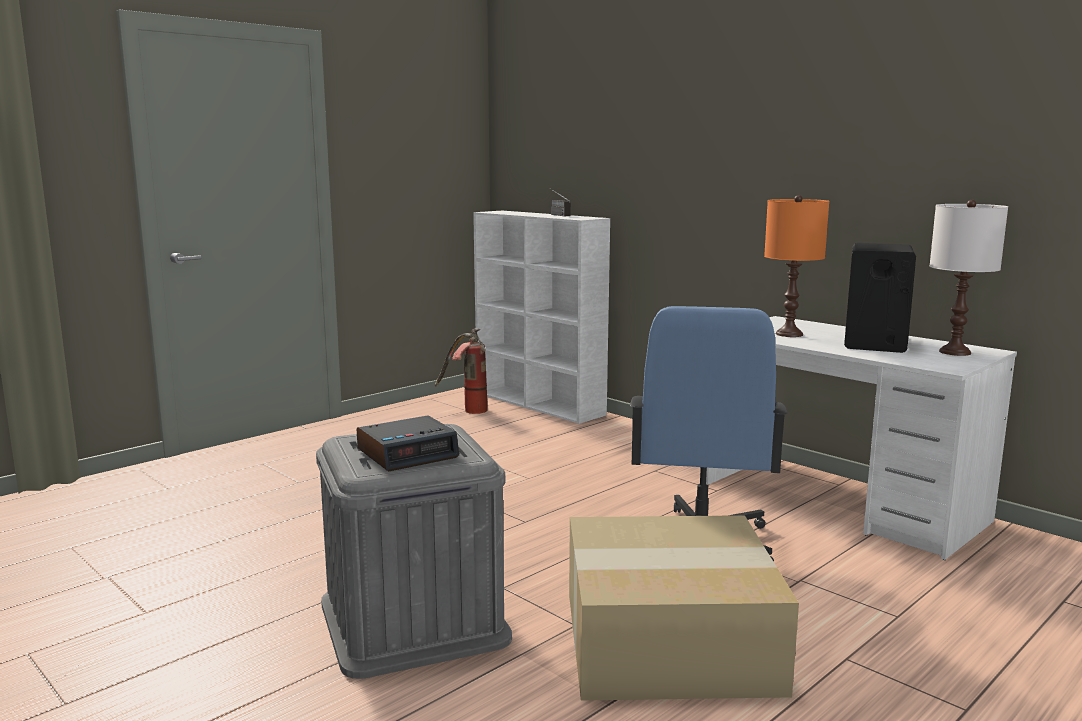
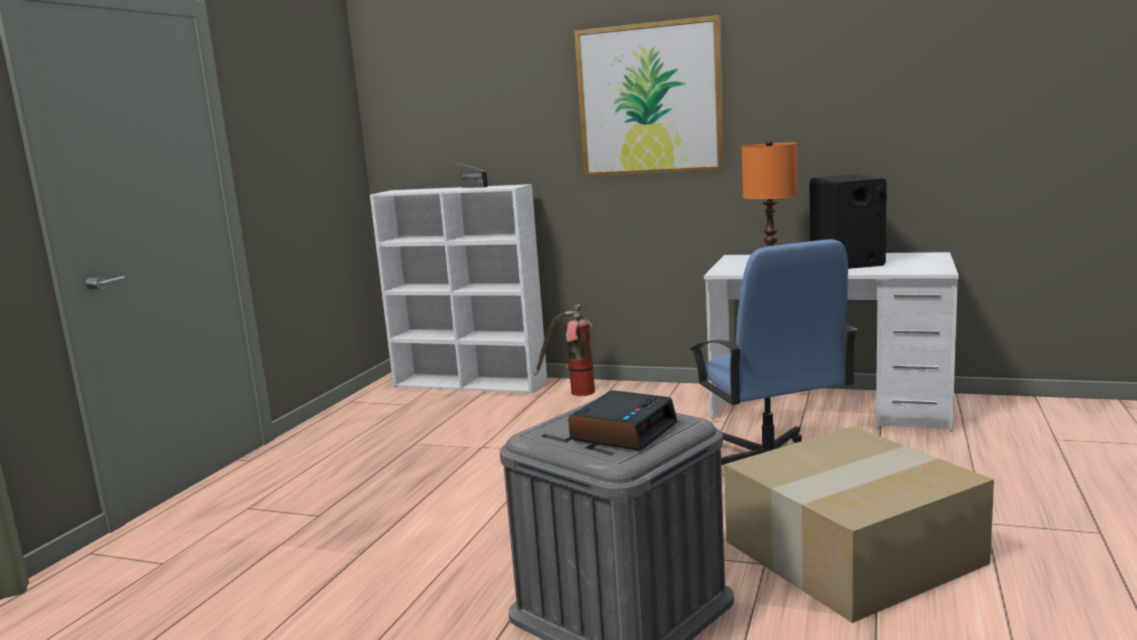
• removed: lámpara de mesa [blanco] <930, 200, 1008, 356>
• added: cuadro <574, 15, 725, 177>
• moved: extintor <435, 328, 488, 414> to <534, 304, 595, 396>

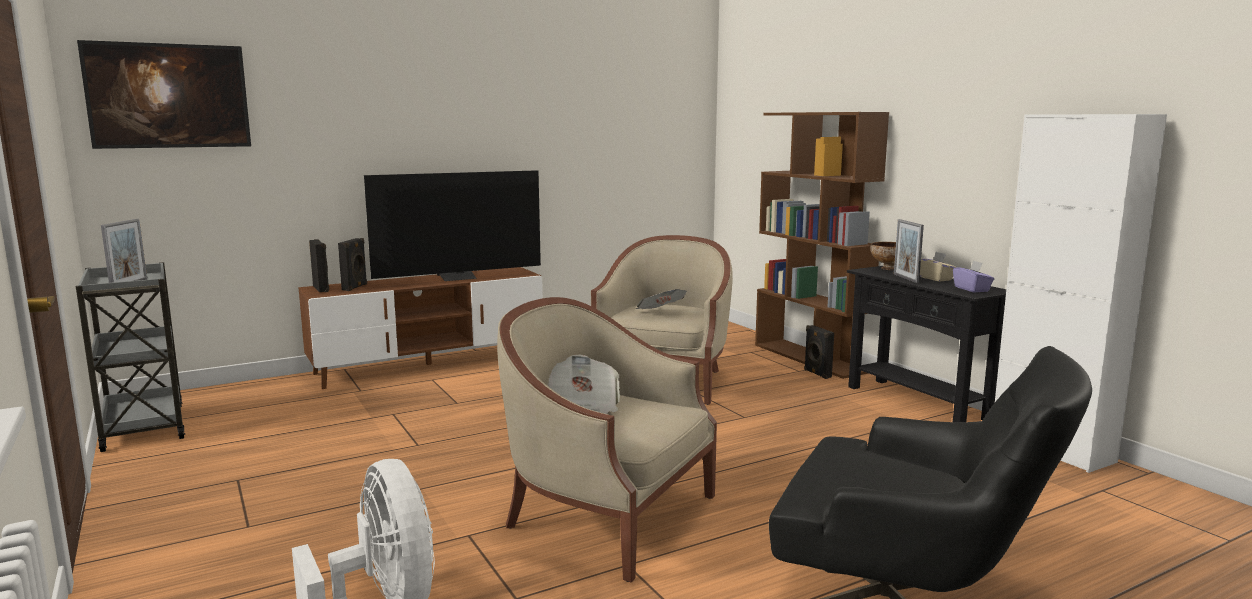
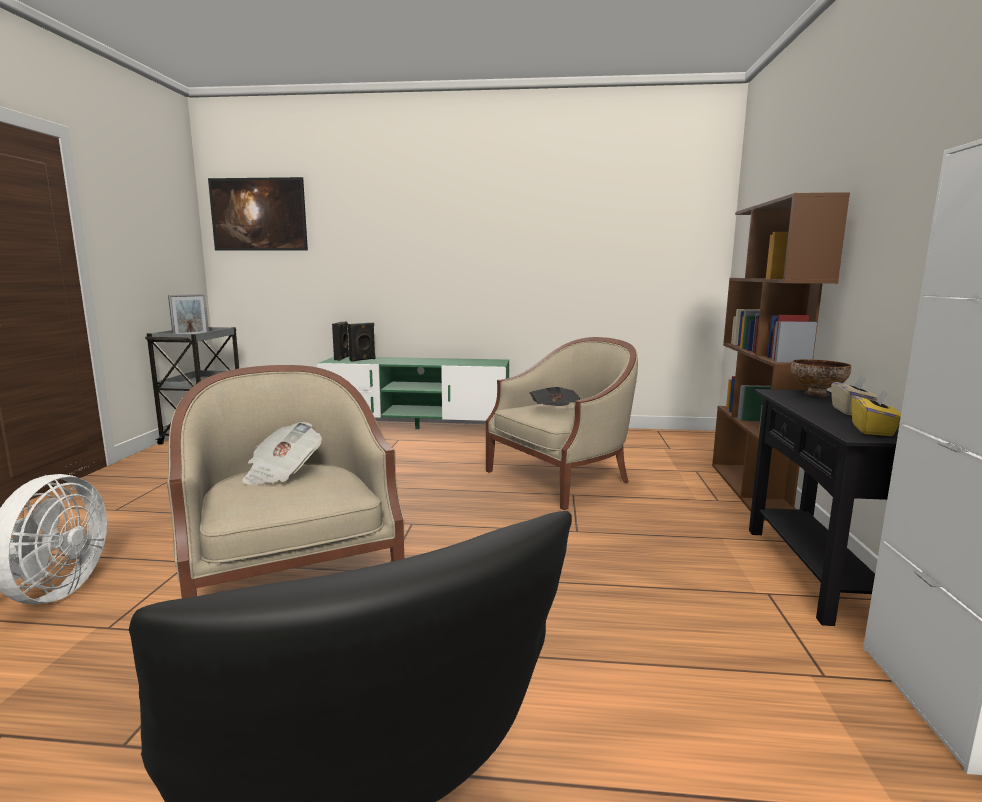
• removed: televisor <364, 170, 541, 281>
• removed: altavoz [negro] <804, 325, 834, 379>
• removed: portarretratos <894, 219, 924, 283>
• recoloured: mueble de televisión [marrón] <299, 267, 543, 389> to mueble de televisión [verde] <317, 357, 509, 429>
• recoloured: caja de pañuelos [morado] <953, 260, 994, 292> to caja de pañuelos [amarillo] <852, 389, 901, 436>

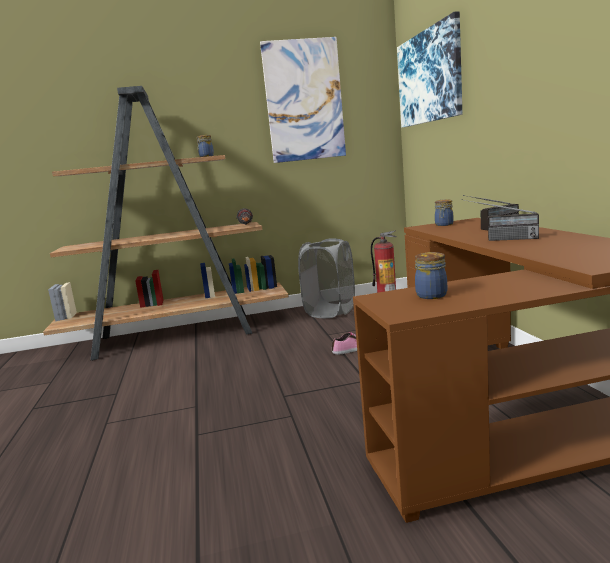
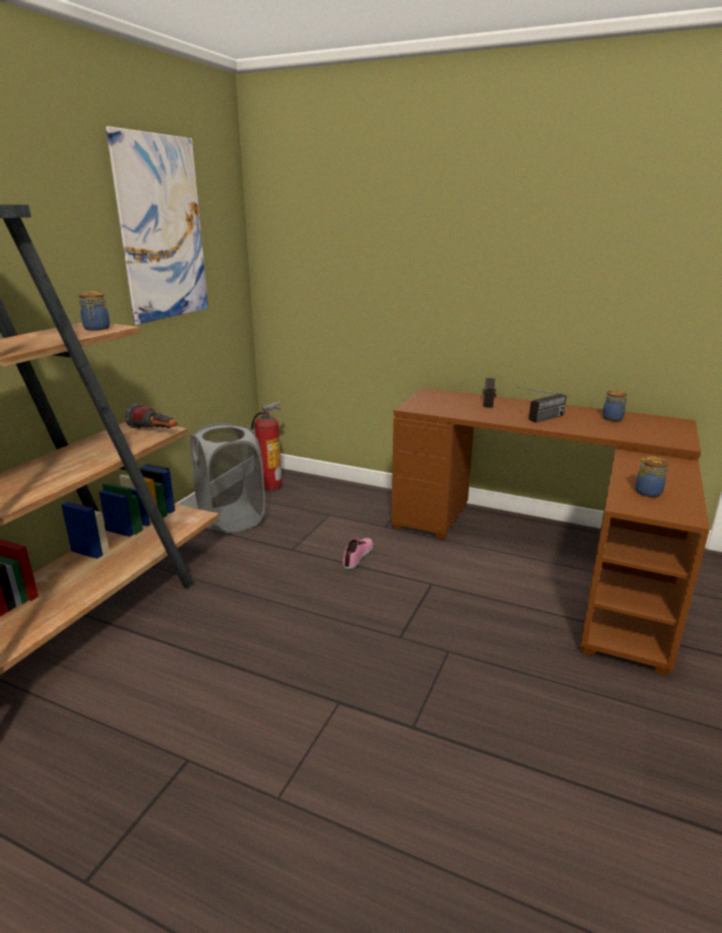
• removed: cuadro <397, 11, 462, 127>
• moved: tarro <435, 199, 454, 226> to <603, 390, 628, 421>

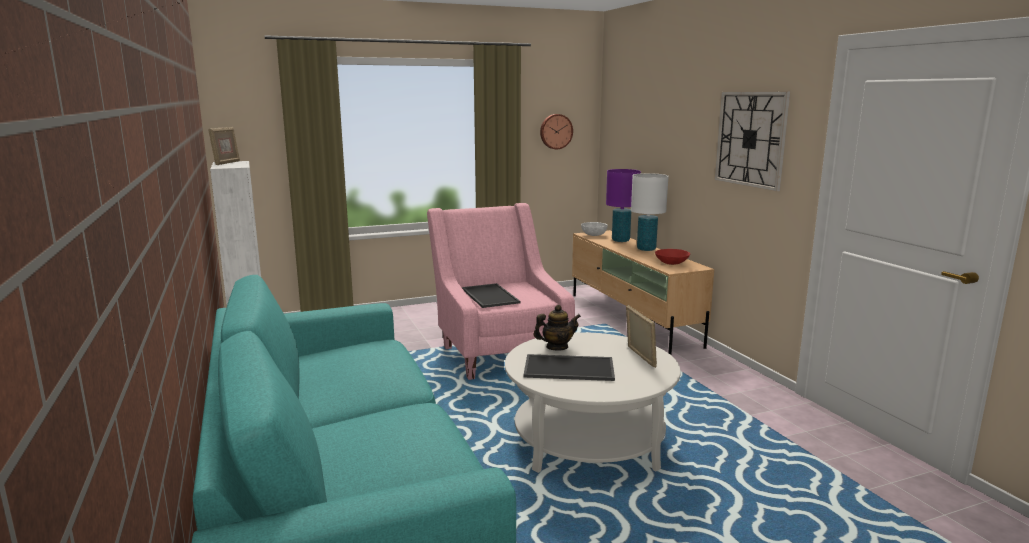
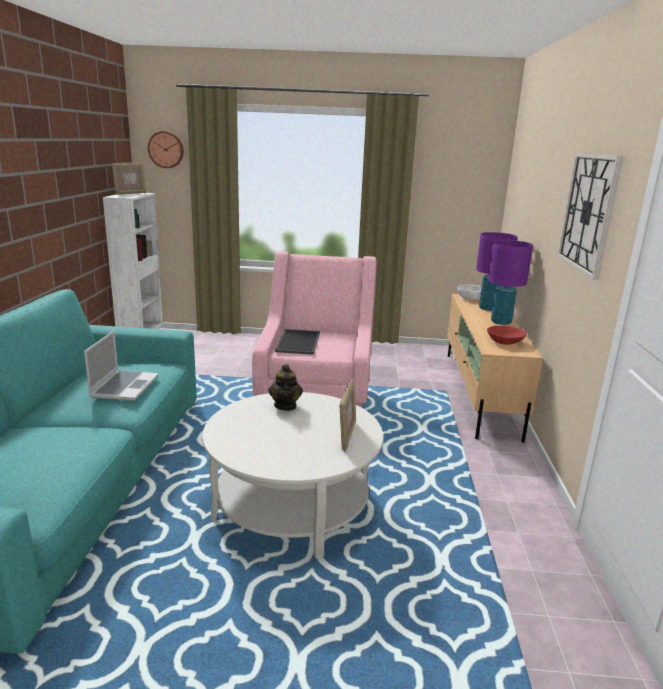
• removed: bandeja <524, 354, 615, 381>
• added: portátil <84, 331, 159, 401>
• moved: reloj de pared <540, 114, 573, 149> to <148, 131, 184, 168>
• recoloured: lámpara de mesa [blanco] <631, 173, 669, 251> to lámpara de mesa [morado] <488, 240, 533, 325>
• turned: tetera <533, 305, 581, 351> = <268, 364, 303, 411> 75 degrees clockwise

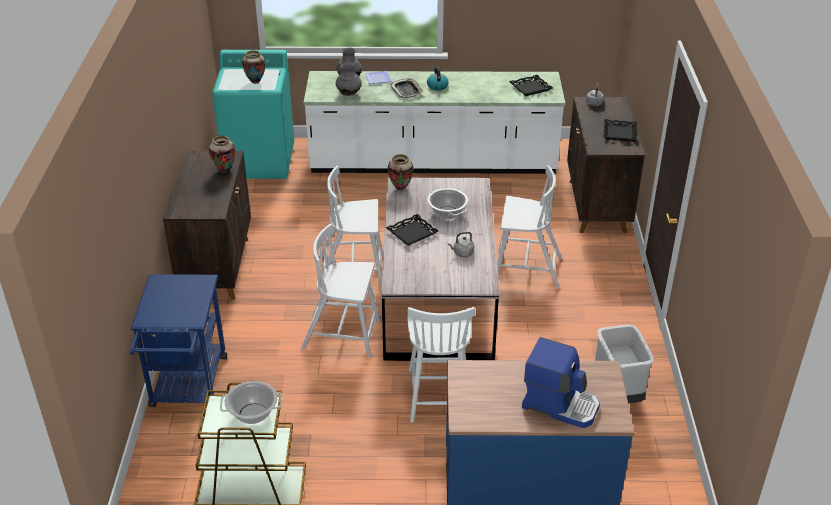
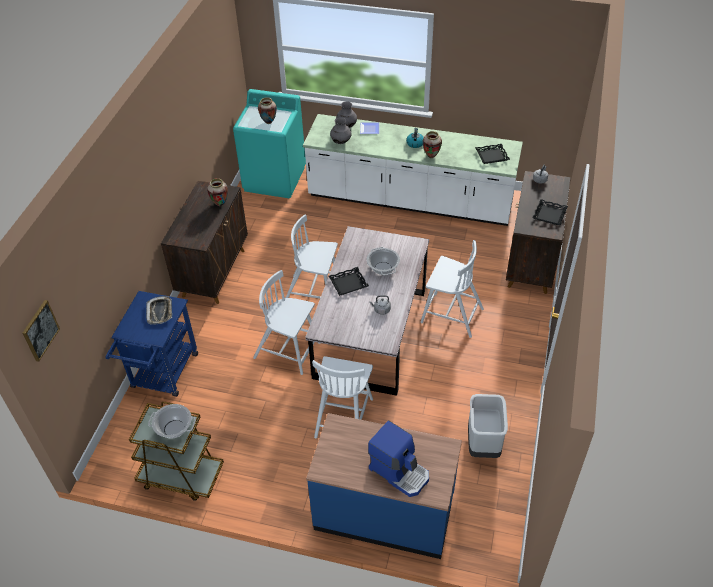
• added: cuadro <23, 300, 60, 362>
• moved: florero <388, 154, 413, 190> to <423, 131, 442, 158>
• moved: bandeja <390, 79, 424, 98> to <146, 296, 172, 325>

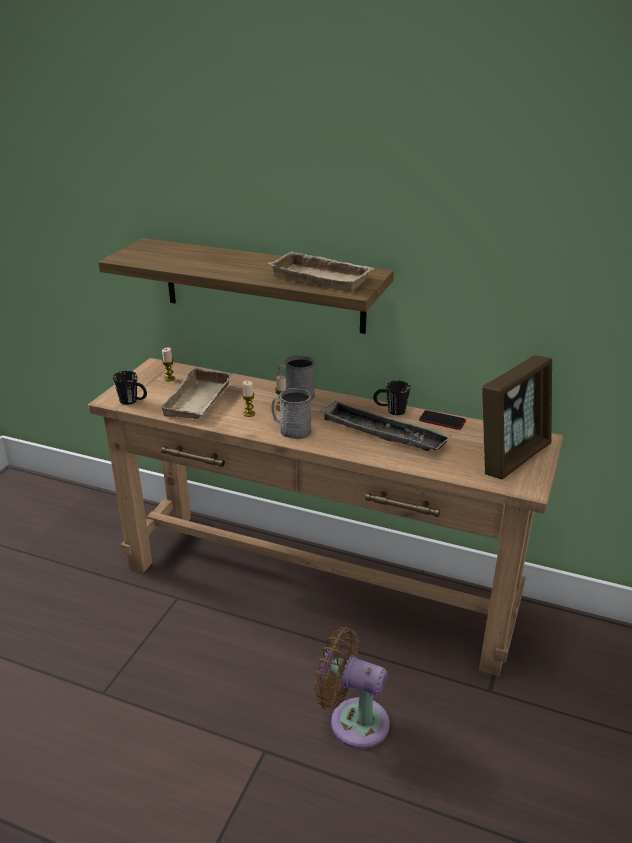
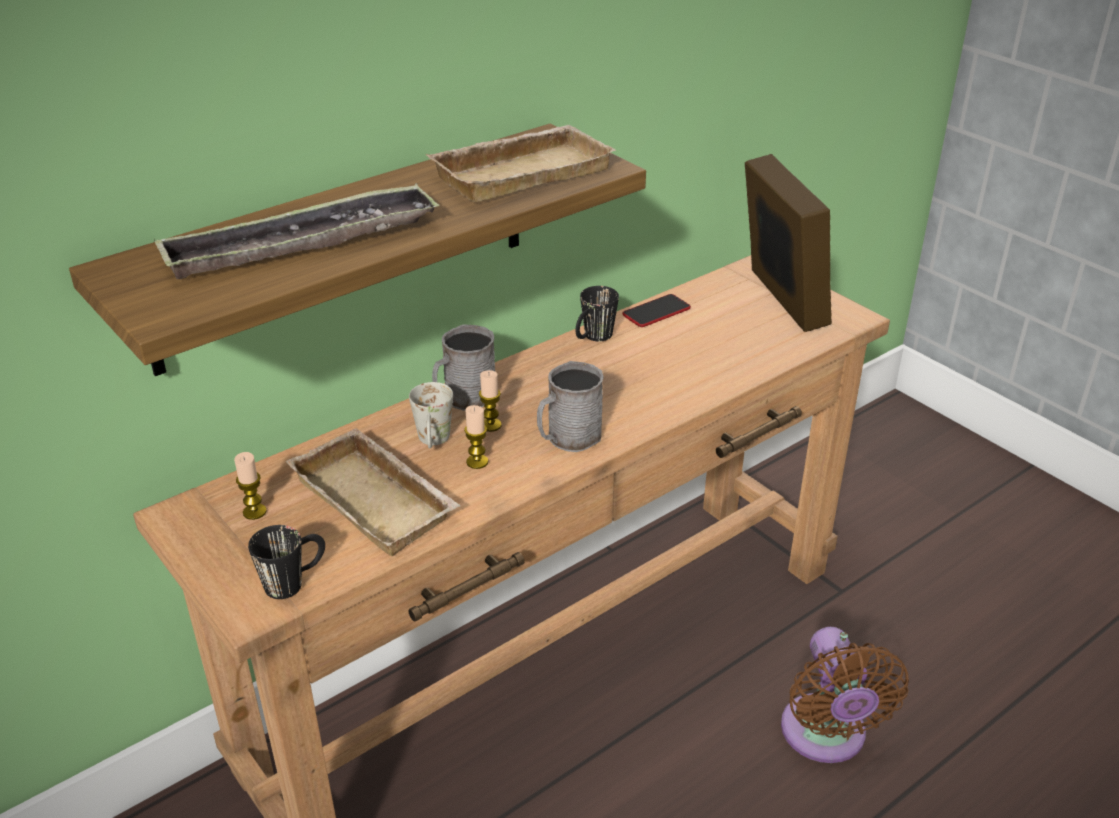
• added: taza grande [blanco] <409, 382, 453, 449>
• moved: bandeja <319, 400, 451, 451> to <154, 183, 439, 279>
• turned: ventilador [marrón] <314, 627, 390, 749> = <781, 627, 909, 763> 60 degrees counterclockwise

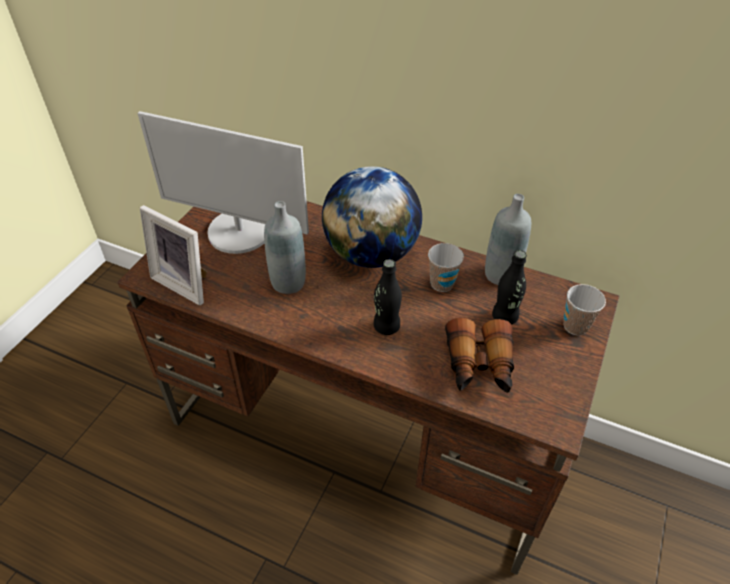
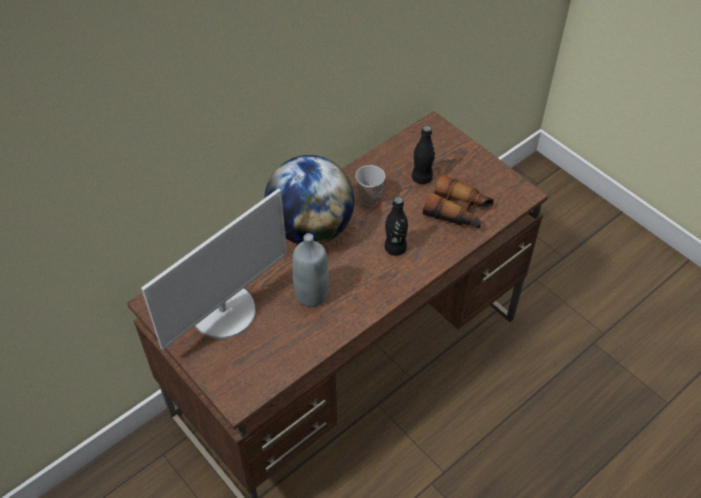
• removed: portarretratos <140, 205, 207, 306>
• removed: botella [gris] <485, 194, 531, 285>
• removed: taza <563, 284, 606, 336>

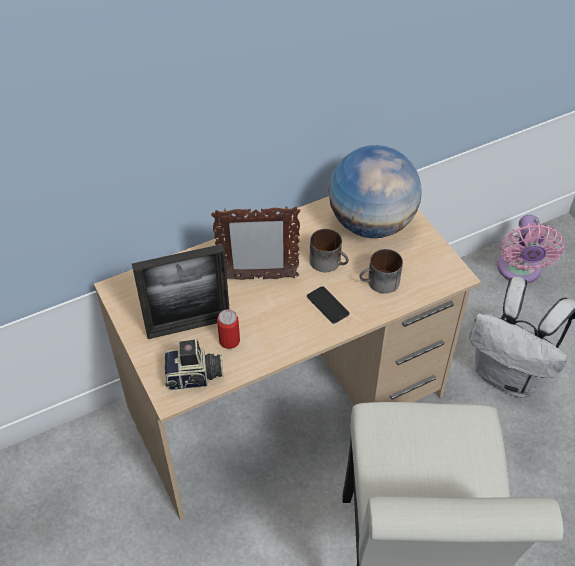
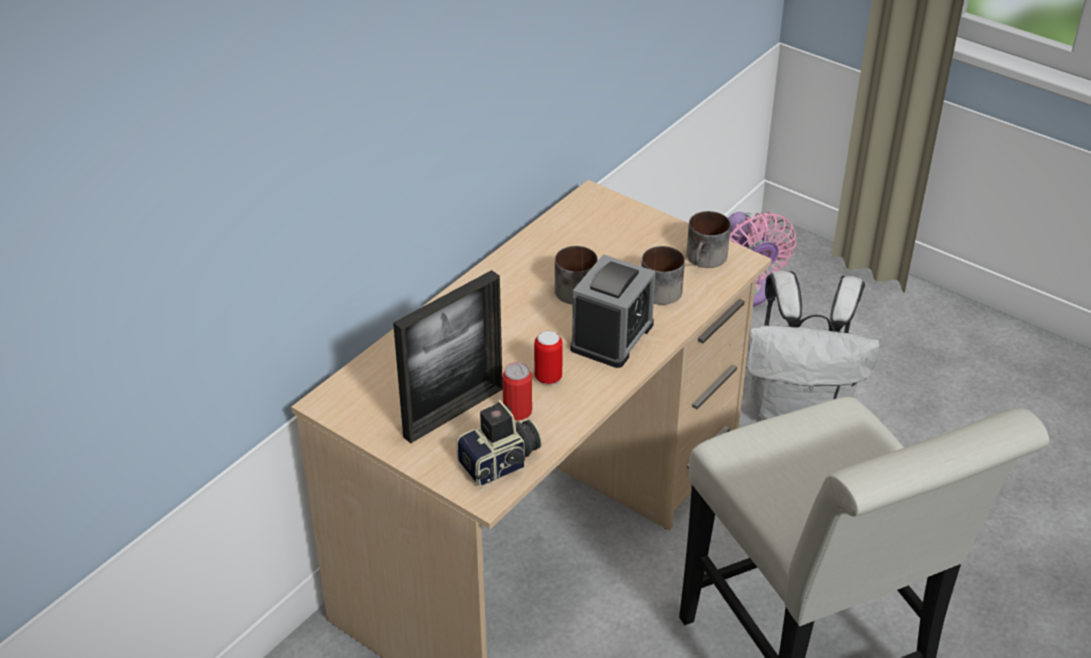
• removed: portarretratos <211, 206, 300, 280>
• removed: globo terráqueo <328, 145, 421, 238>
• added: lata <534, 331, 563, 385>
• added: taza grande <686, 211, 731, 268>
• replaced: móvil <307, 286, 349, 324> to despertador <571, 254, 656, 368>

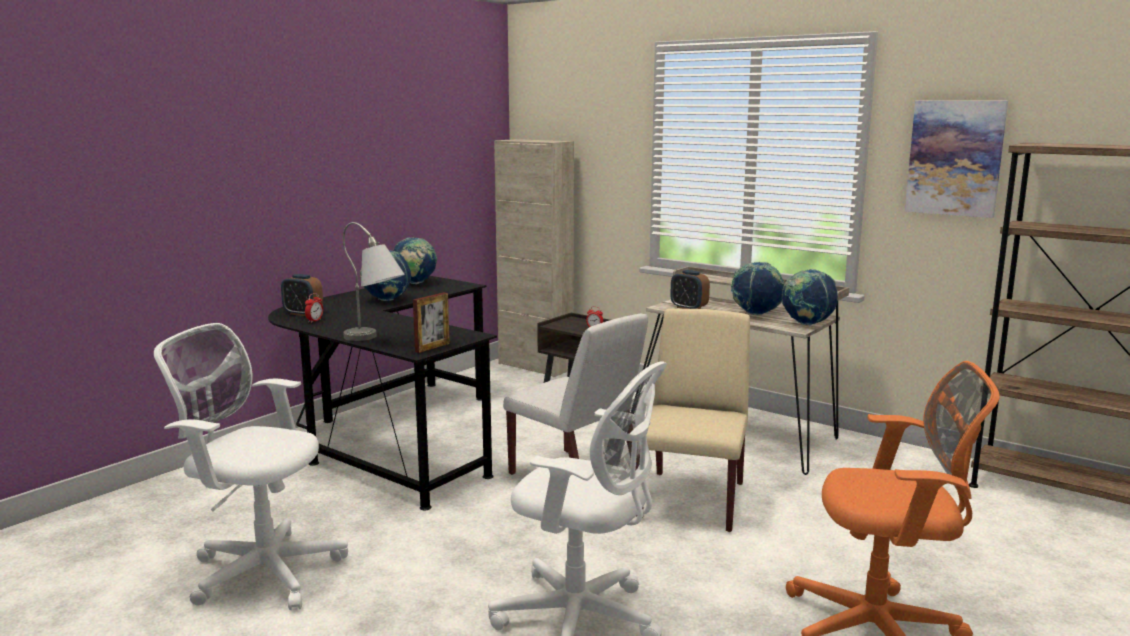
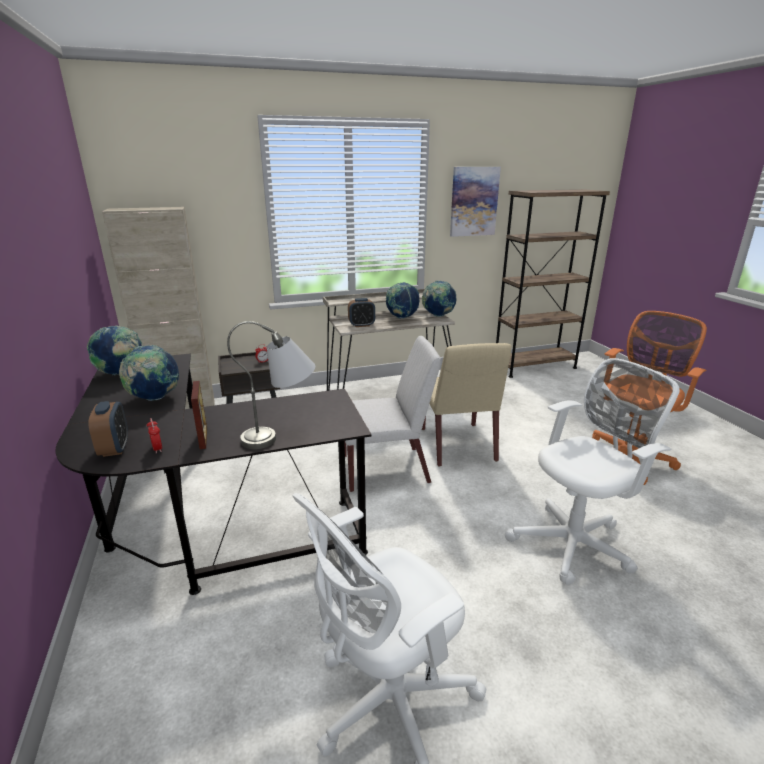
• moved: portarretratos <413, 293, 450, 353> to <191, 381, 207, 449>
• turned: despertador <281, 274, 323, 316> = <88, 401, 128, 457> 75 degrees counterclockwise
• turned: silla [beis] <636, 309, 750, 532> = <422, 343, 511, 467> 150 degrees counterclockwise

